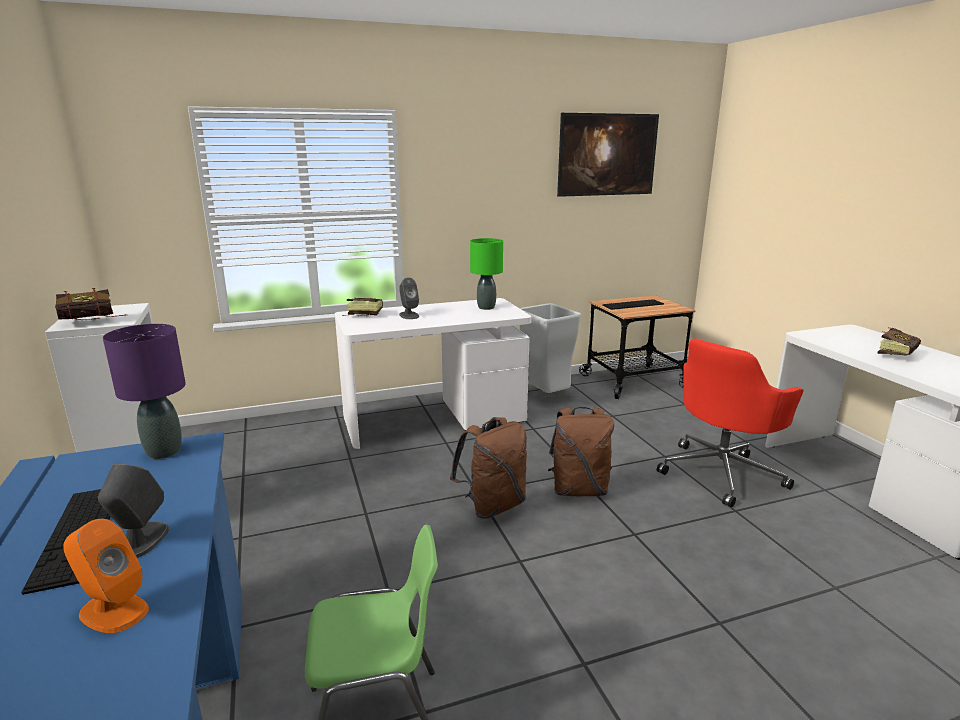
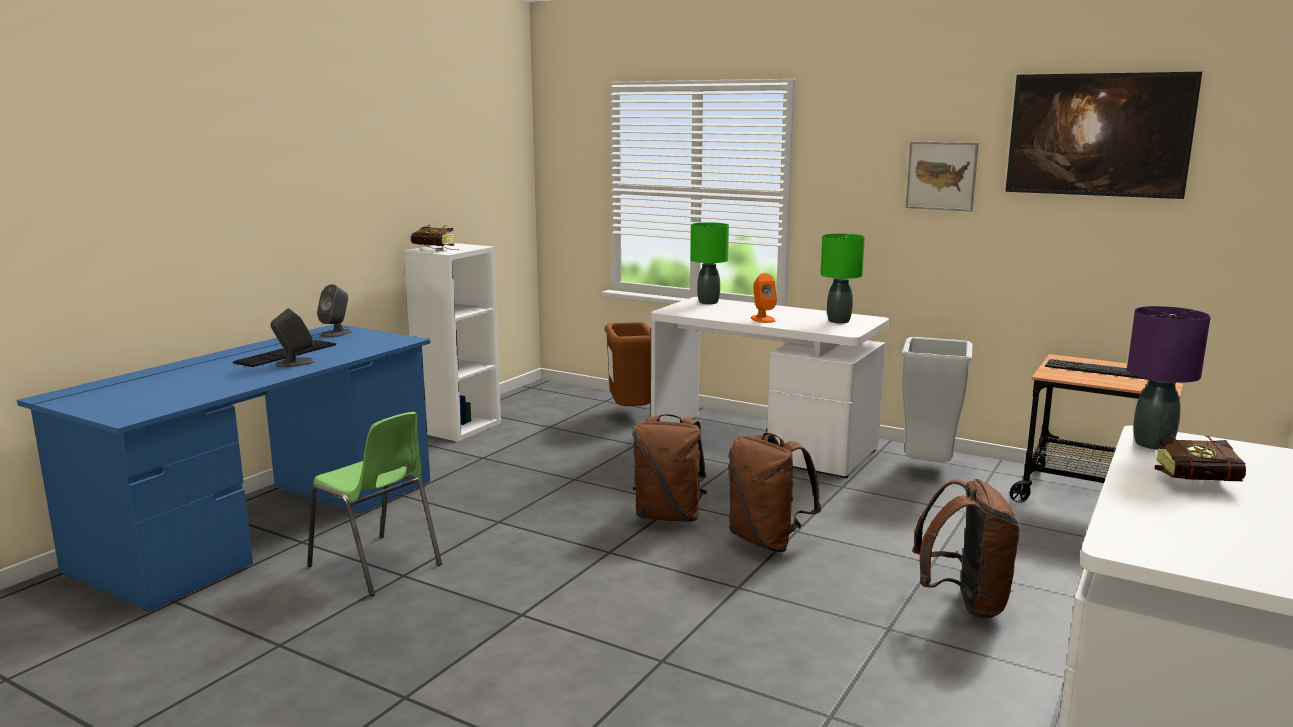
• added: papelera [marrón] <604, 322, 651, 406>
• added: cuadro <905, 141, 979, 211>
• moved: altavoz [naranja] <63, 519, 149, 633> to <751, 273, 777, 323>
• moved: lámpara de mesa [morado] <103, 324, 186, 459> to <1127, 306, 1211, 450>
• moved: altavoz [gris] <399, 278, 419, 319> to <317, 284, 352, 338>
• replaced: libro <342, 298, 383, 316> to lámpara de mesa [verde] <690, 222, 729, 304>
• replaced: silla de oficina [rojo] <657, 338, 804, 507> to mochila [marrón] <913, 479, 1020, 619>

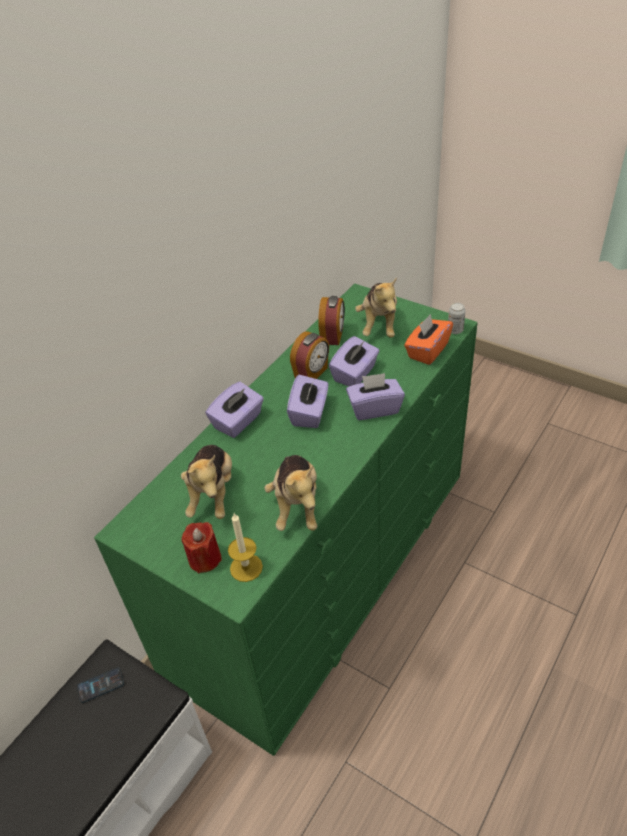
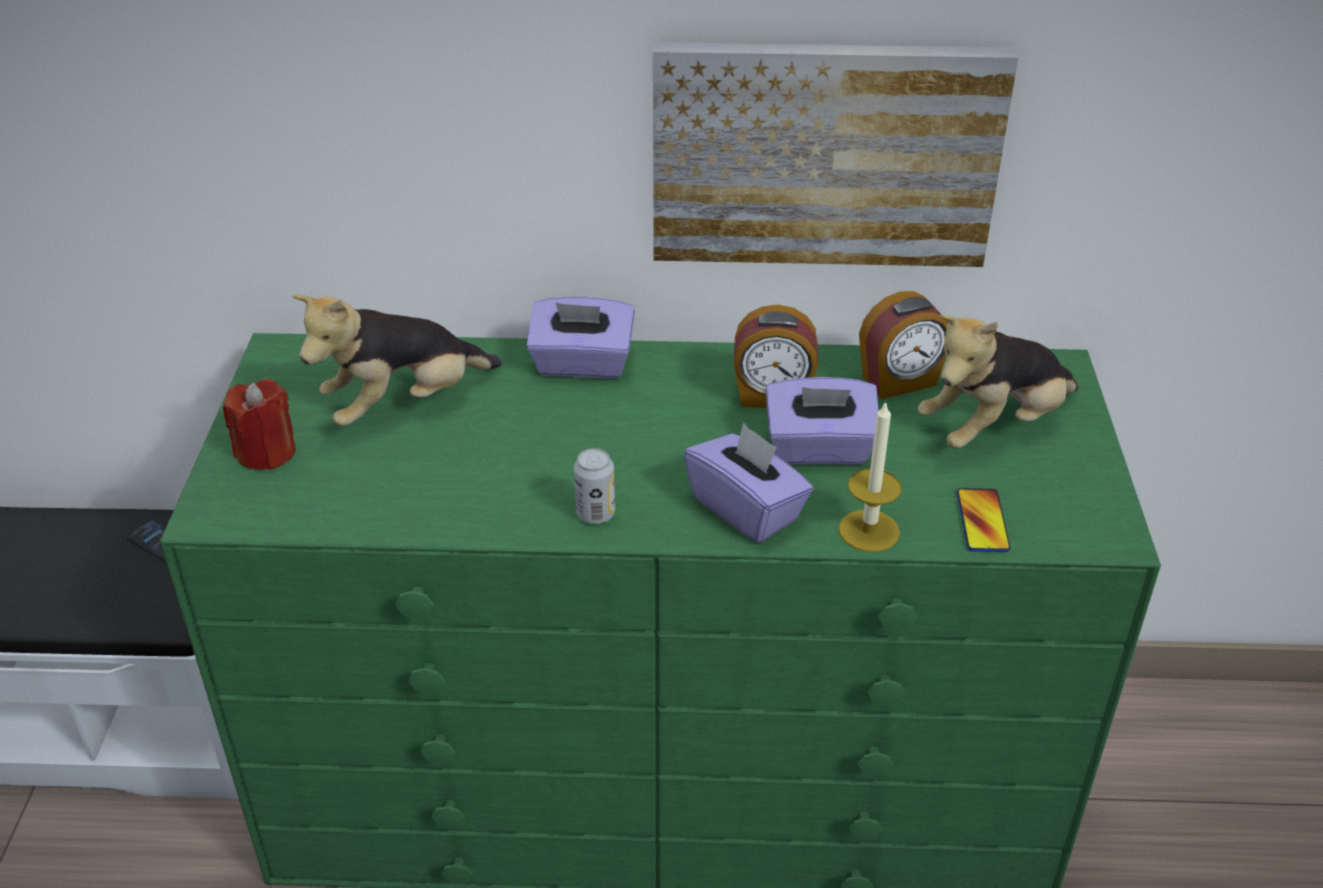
• removed: peluche <264, 455, 317, 531>
• removed: caja de pañuelos [morado] <287, 375, 328, 428>
• added: cuadro <653, 42, 1018, 267>
• moved: vela <228, 513, 263, 582> to <839, 401, 902, 552>
• moved: lata <448, 303, 466, 334> to <574, 448, 615, 524>
• replaced: caja de pañuelos [naranja] <404, 314, 453, 365> to móvil <957, 488, 1011, 552>

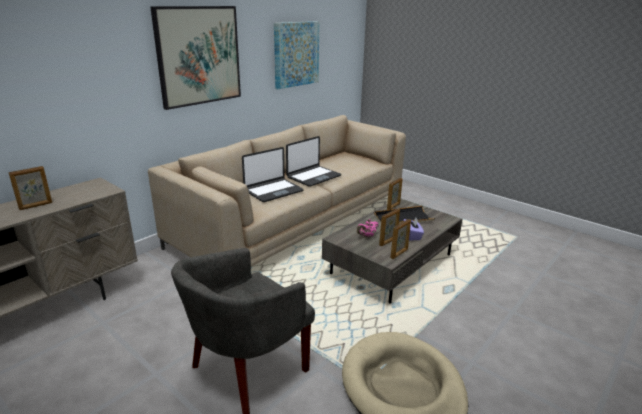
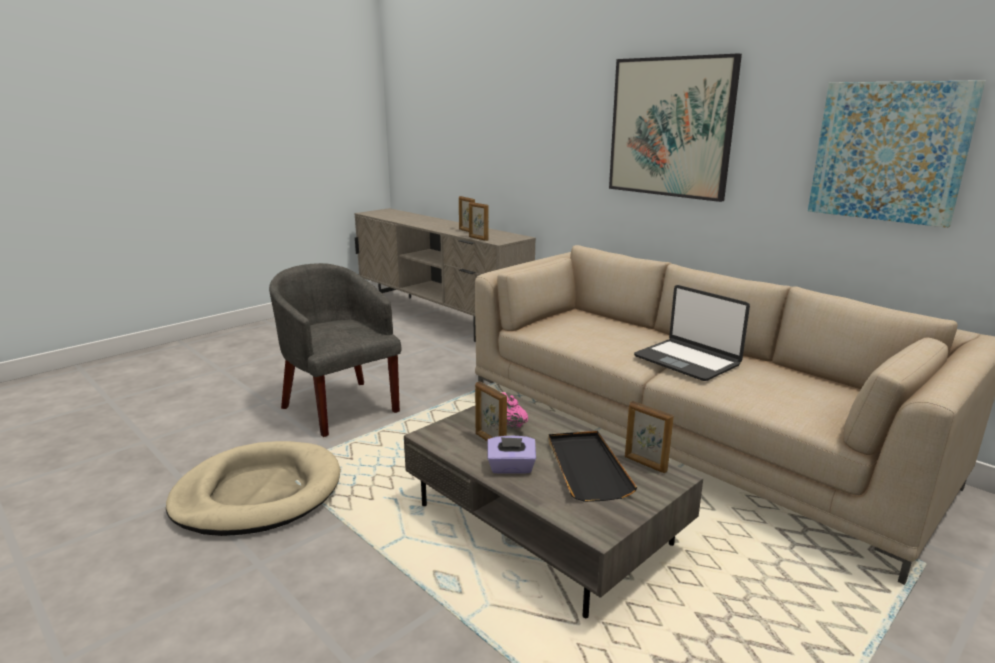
• removed: portátil <242, 147, 304, 202>
• moved: portarretratos <391, 219, 411, 259> to <469, 202, 489, 241>

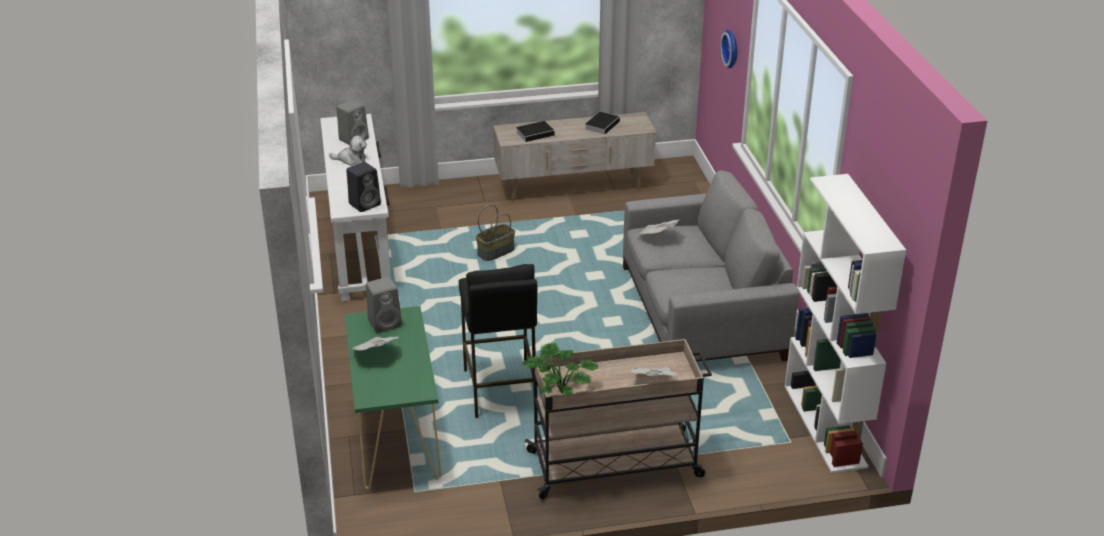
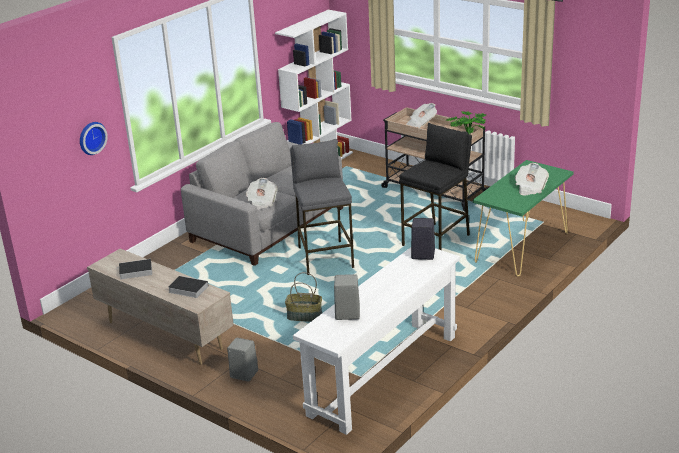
• removed: peluche <329, 136, 367, 166>
• added: taburete [gris] <290, 139, 354, 275>
• moved: altavoz [gris] <366, 277, 402, 333> to <227, 337, 258, 382>

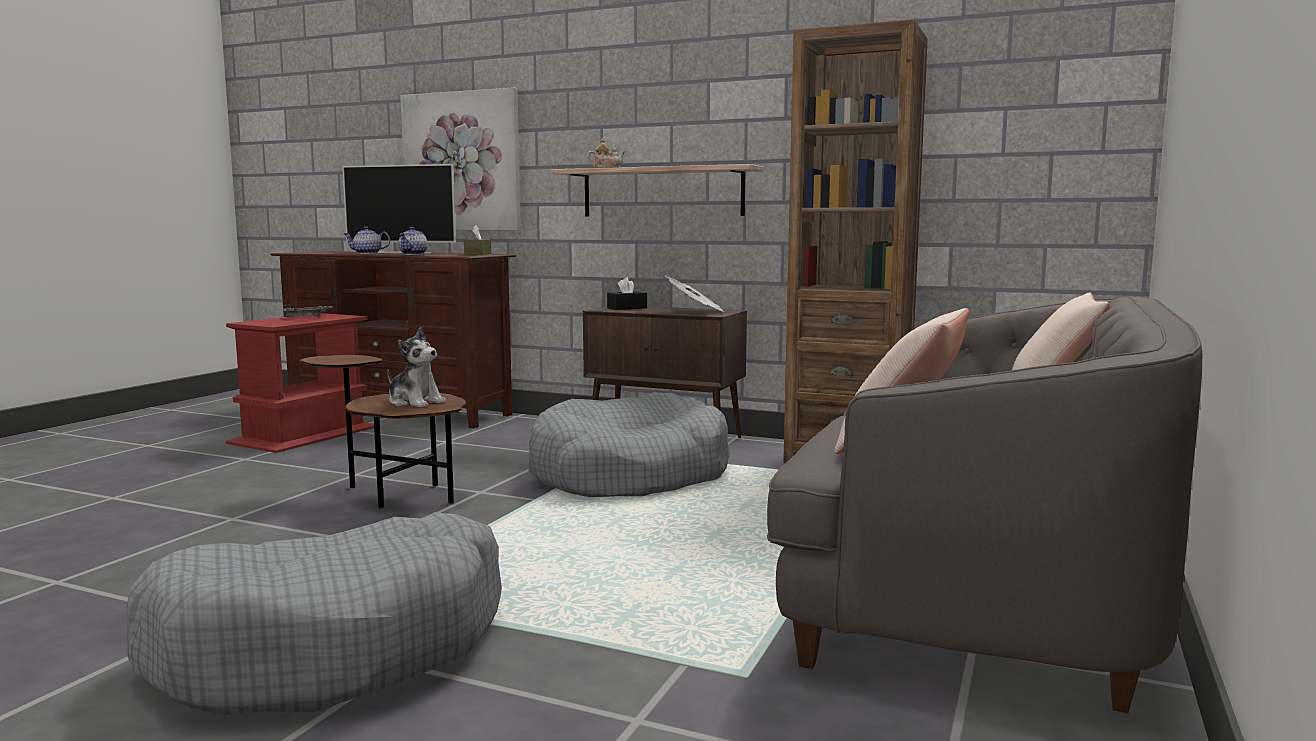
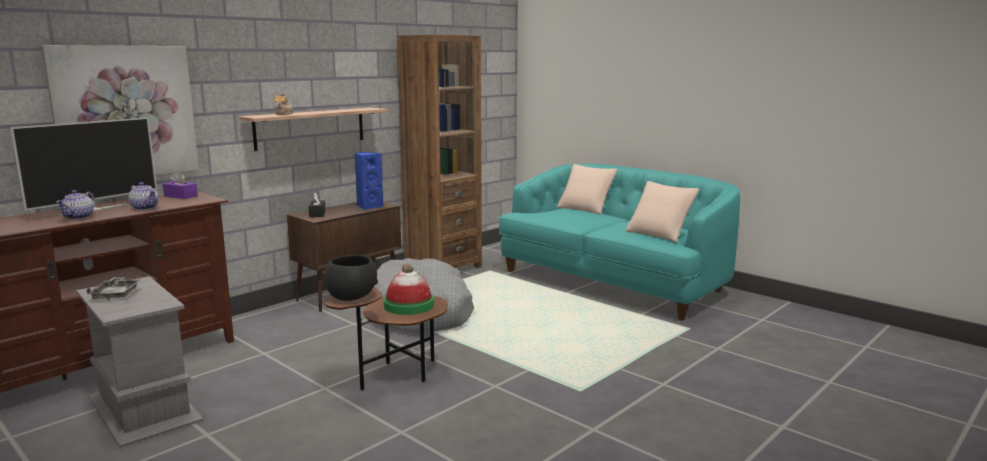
• removed: cama para perro [gris] <125, 512, 502, 715>
• added: cuenco [negro] <324, 255, 378, 301>
• replaced: peluche <387, 327, 446, 407> to sombrero <384, 263, 434, 315>
• replaced: periódico <664, 275, 726, 313> to altavoz [azul] <355, 152, 383, 210>
• recoloured: mesa auxiliar [rojo] <226, 313, 374, 453> to mesa auxiliar [gris] <76, 276, 204, 448>
• recoloured: caja de pañuelos [marrón] <464, 225, 491, 255> to caja de pañuelos [morado] <163, 171, 198, 199>
• recoloured: sofá [gris] <767, 296, 1202, 713> to sofá [turquesa] <499, 164, 740, 321>

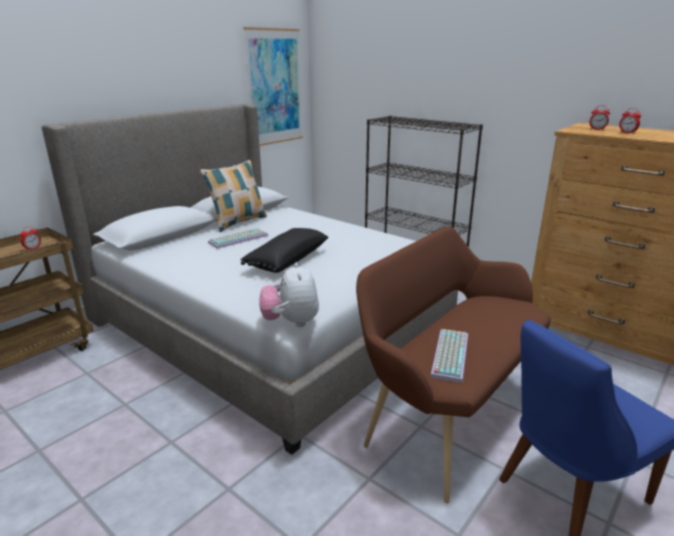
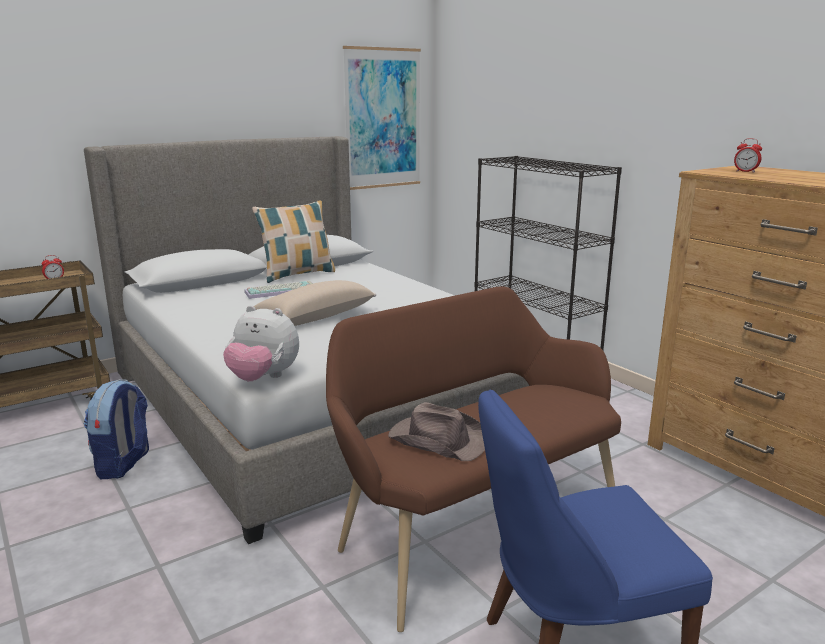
• removed: despertador <619, 108, 641, 134>
• added: mochila <84, 379, 149, 479>
• replaced: teclado <430, 329, 468, 383> to sombrero [marrón] <388, 402, 485, 461>
• recoloured: cojín [negro] <240, 228, 328, 273> to cojín [beis] <254, 280, 376, 326>
• turned: peluche <259, 263, 319, 327> = <223, 305, 299, 381> 75 degrees counterclockwise

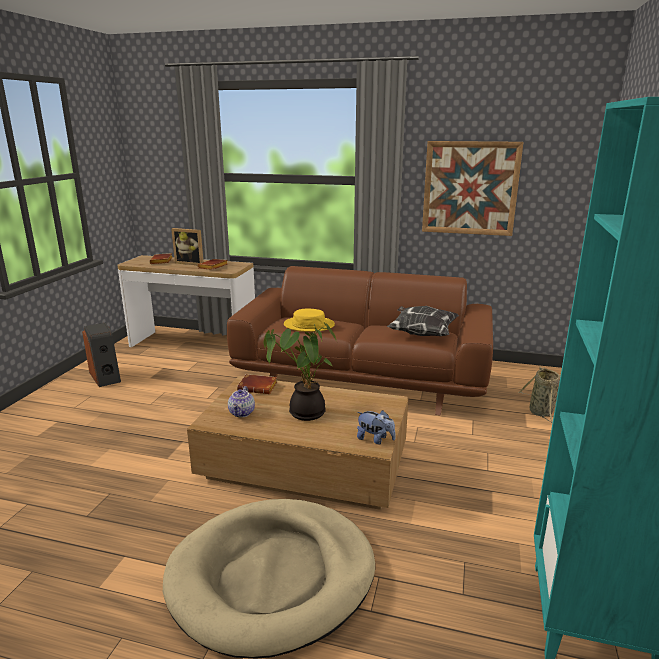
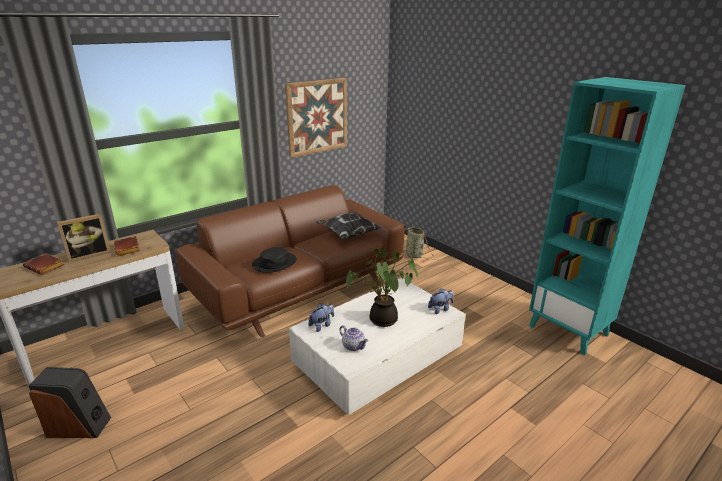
• removed: cama para perro [beis] <163, 499, 375, 659>
• replaced: libro [marrón] <237, 374, 277, 394> to peluche <309, 303, 334, 332>
• recoloured: mesa de centro [marrón] <187, 376, 408, 510> to mesa de centro [blanco] <289, 278, 466, 415>
• recoloured: sombrero [amarillo] <284, 309, 335, 332> to sombrero [negro] <252, 247, 297, 273>

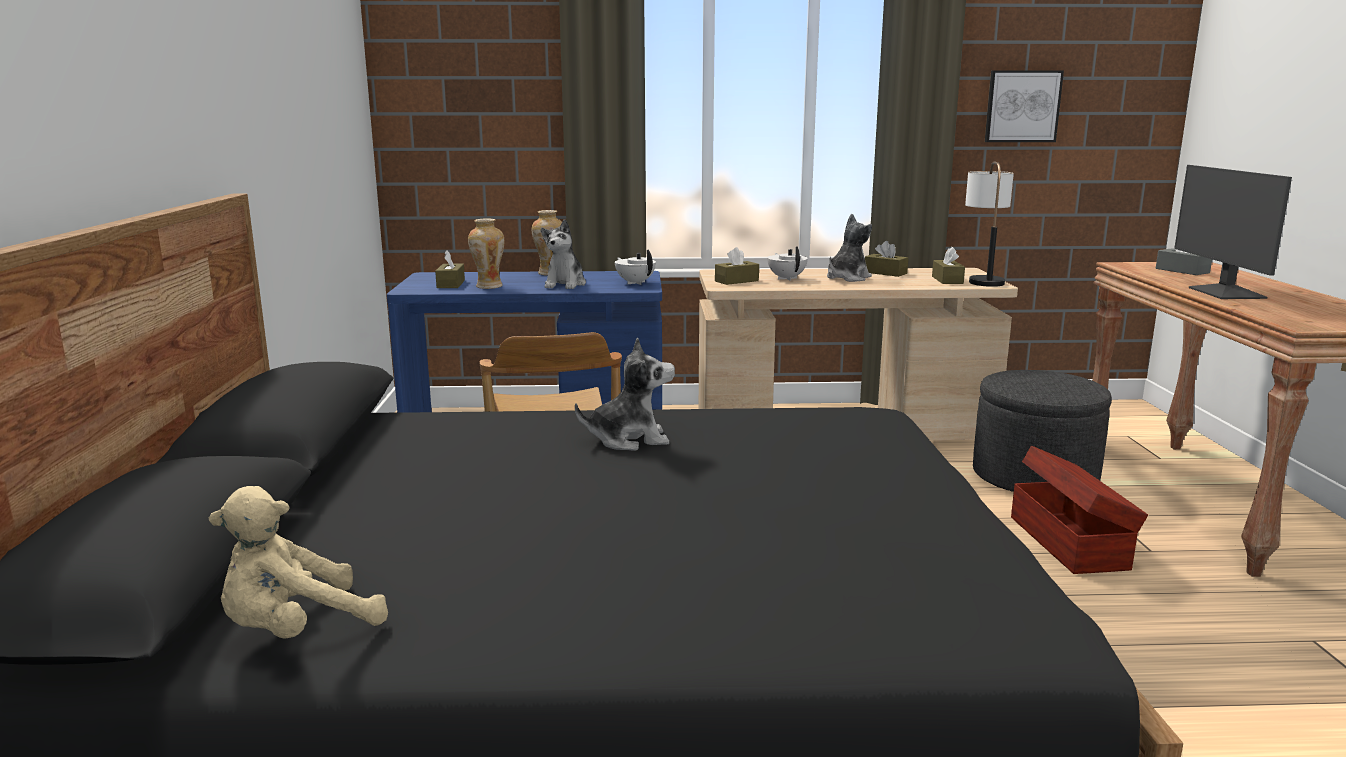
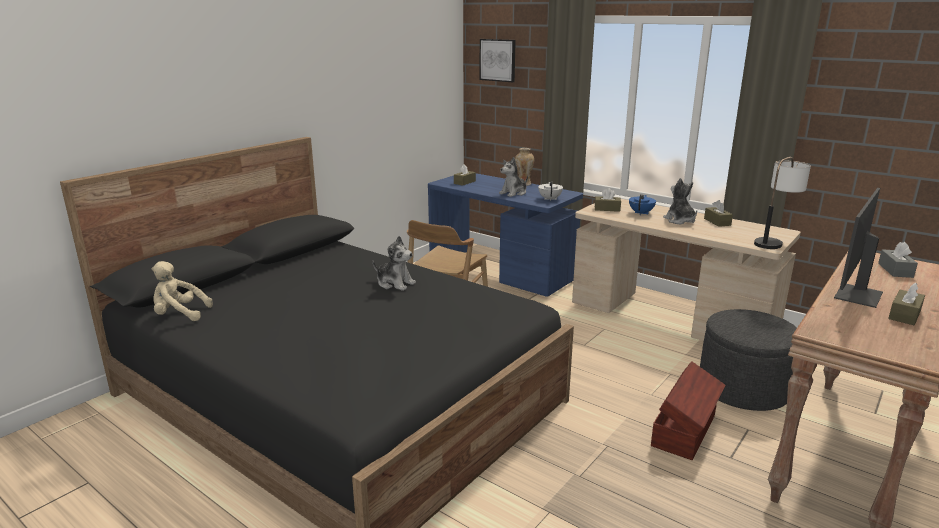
• removed: florero <468, 218, 504, 289>
• moved: caja de pañuelos [marrón] <932, 247, 965, 284> to <888, 283, 925, 325>
• moved: cuadro <985, 70, 1064, 142> to <479, 39, 516, 82>
• recoloured: tetera [blanco] <767, 246, 808, 281> to tetera [azul] <629, 194, 656, 215>
• turned: peluche <827, 214, 872, 282> = <663, 178, 697, 225> 105 degrees counterclockwise

